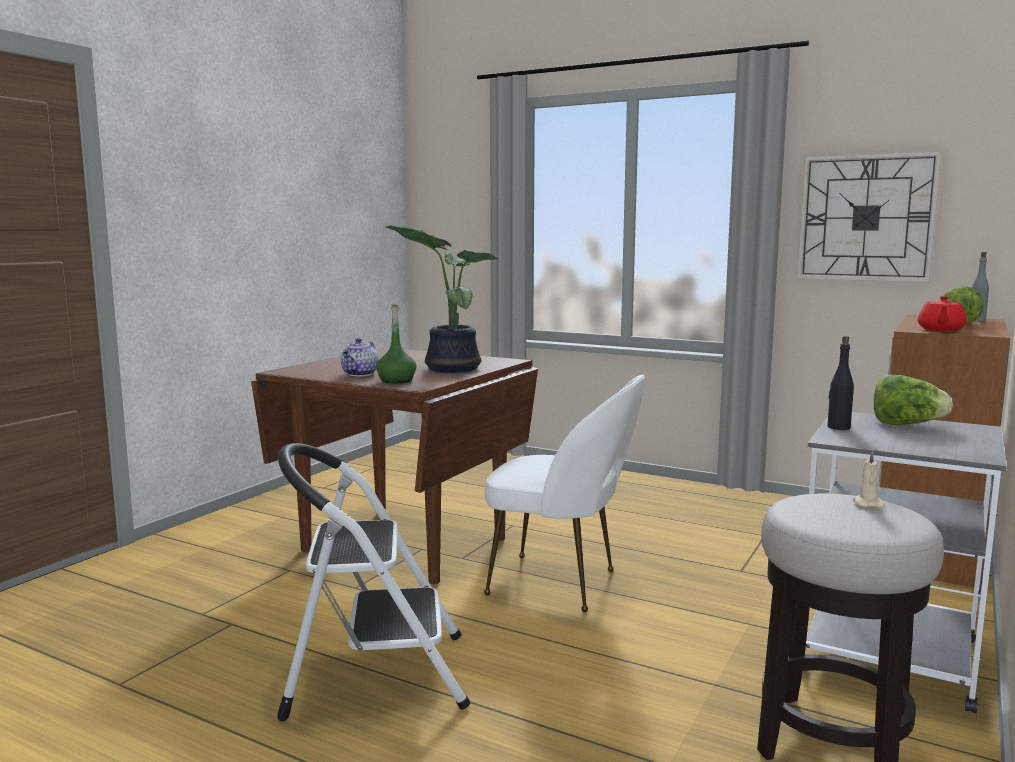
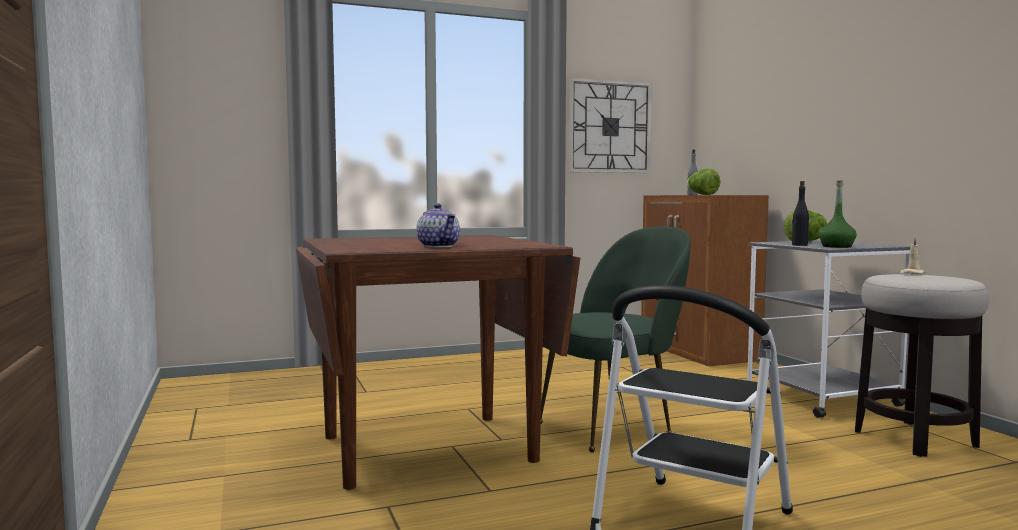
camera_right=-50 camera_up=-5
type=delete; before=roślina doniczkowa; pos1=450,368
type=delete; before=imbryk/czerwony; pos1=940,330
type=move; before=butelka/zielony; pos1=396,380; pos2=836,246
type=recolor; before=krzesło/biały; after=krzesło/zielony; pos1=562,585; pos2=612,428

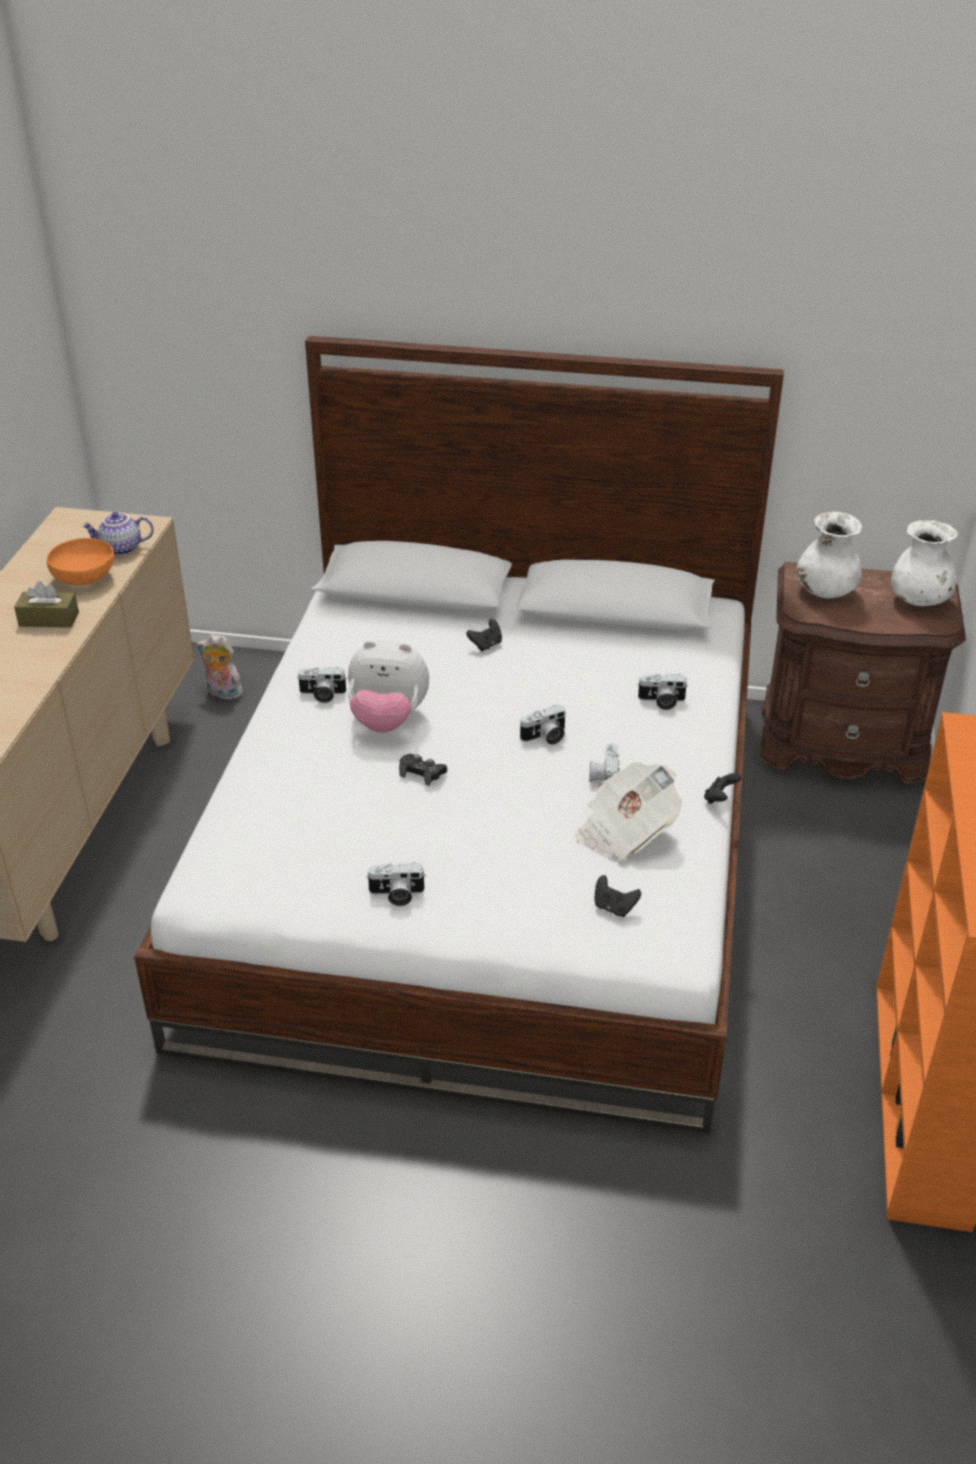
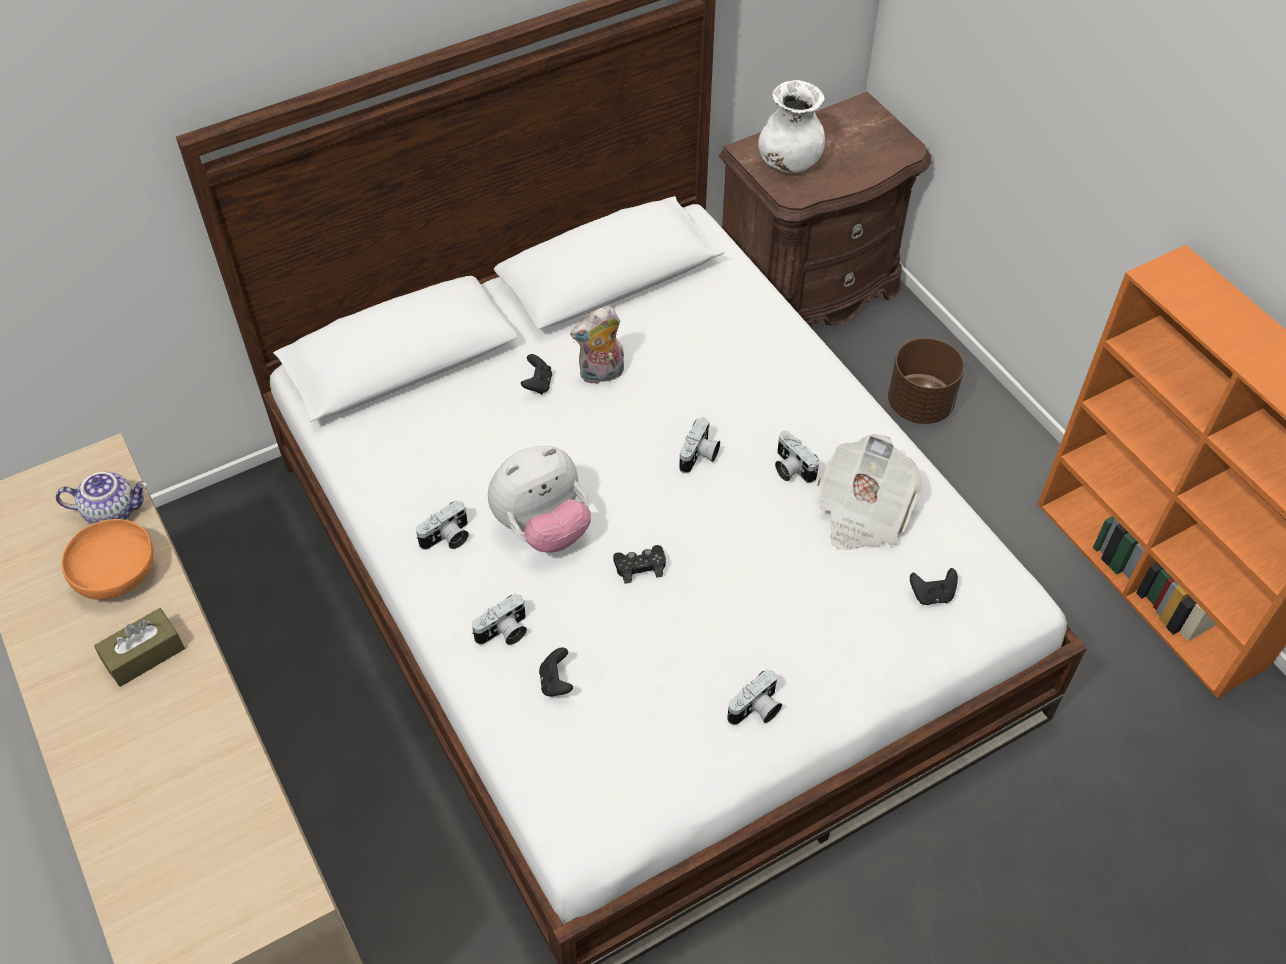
camera_right=-40 camera_up=15
type=rotate; before=imbryk; pos1=121,549; pos2=113,510; turn=-135
type=delete; before=wazon/biały; pos1=919,600
type=move; before=pluszak; pos1=222,693; pos2=601,375
type=move; before=aparat fotograficzny; pos1=661,701; pos2=504,633
type=move; before=pad do gier/czarny; pos1=719,799; pos2=556,682
type=insert; after=donica/brązowy; pos2=920,405

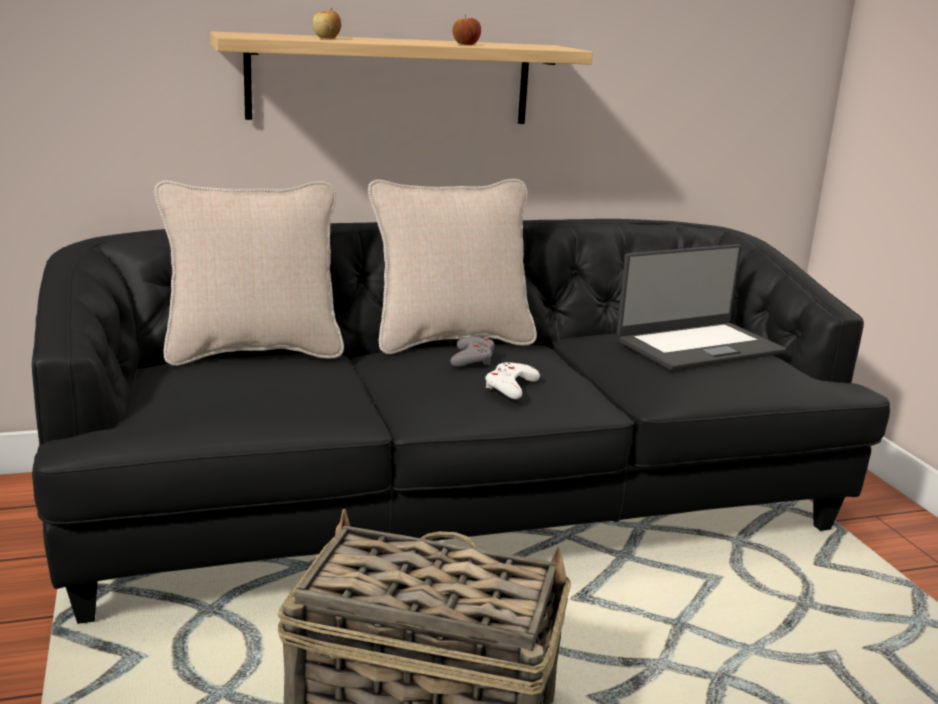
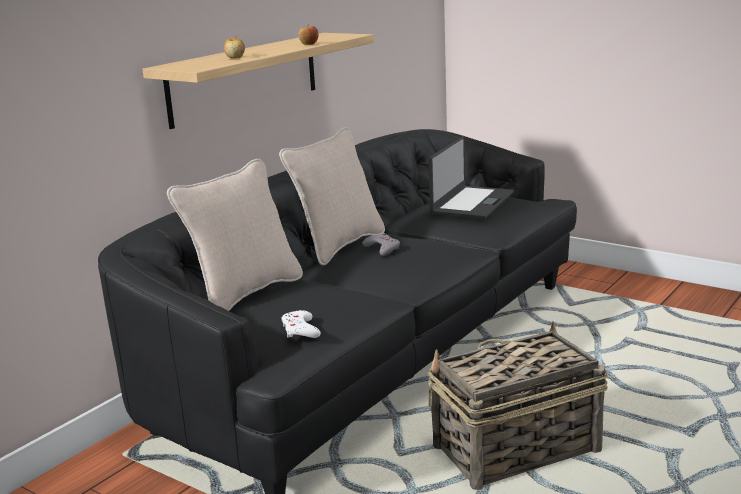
camera_right=-35 camera_up=0
type=move; before=pad do gier/biały; pos1=510,386; pos2=300,330

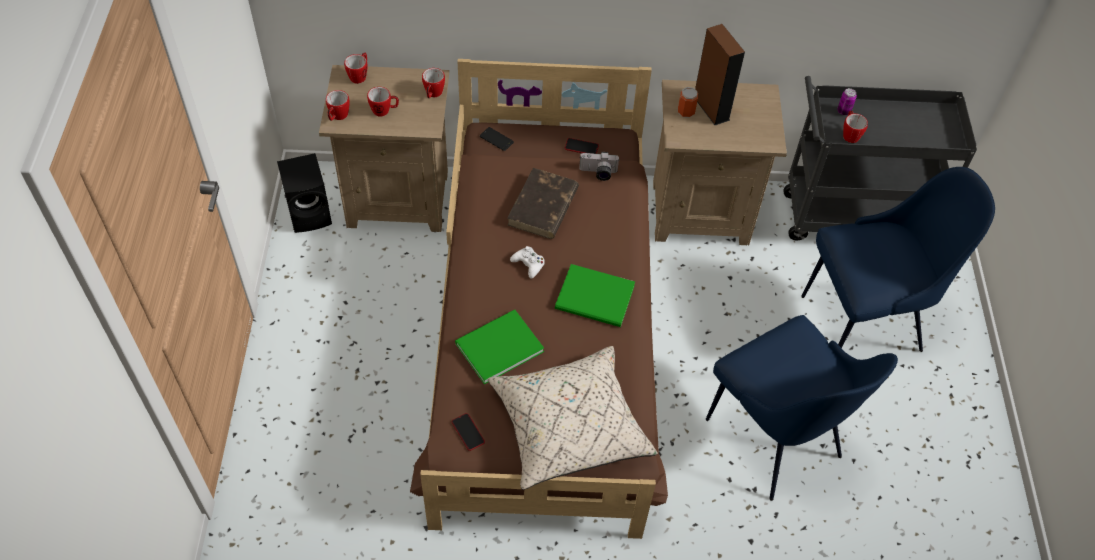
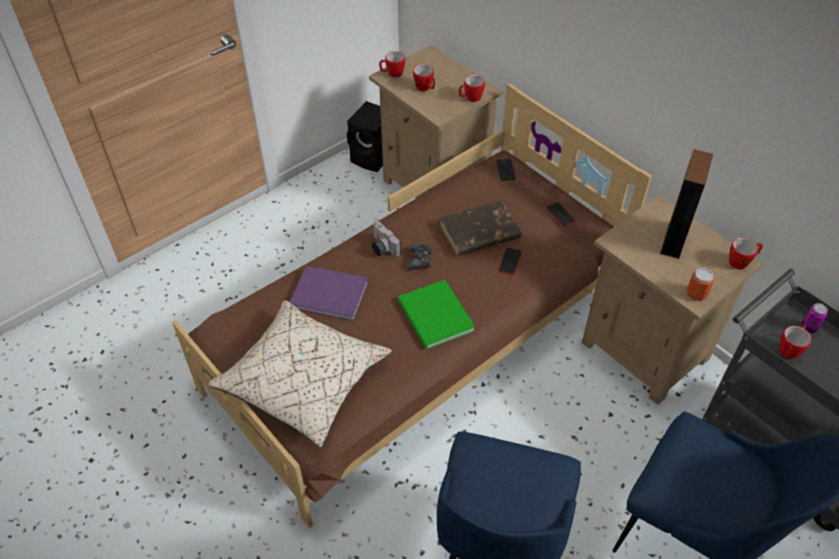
camera_right=50 camera_up=-5
type=move; before=kubek; pos1=359,75; pos2=741,262
type=move; before=puszka; pos1=686,112; pos2=696,294
type=move; before=aparat fotograficzny; pos1=598,173; pos2=382,247
type=recolor; before=pad do gier/biały; after=pad do gier/czarny; pos1=528,264; pos2=419,260
type=recolor; before=książka/zielony; after=książka/fioletowy; pos1=496,347; pos2=328,292
type=move; before=telefon; pos1=468,432; pos2=510,261

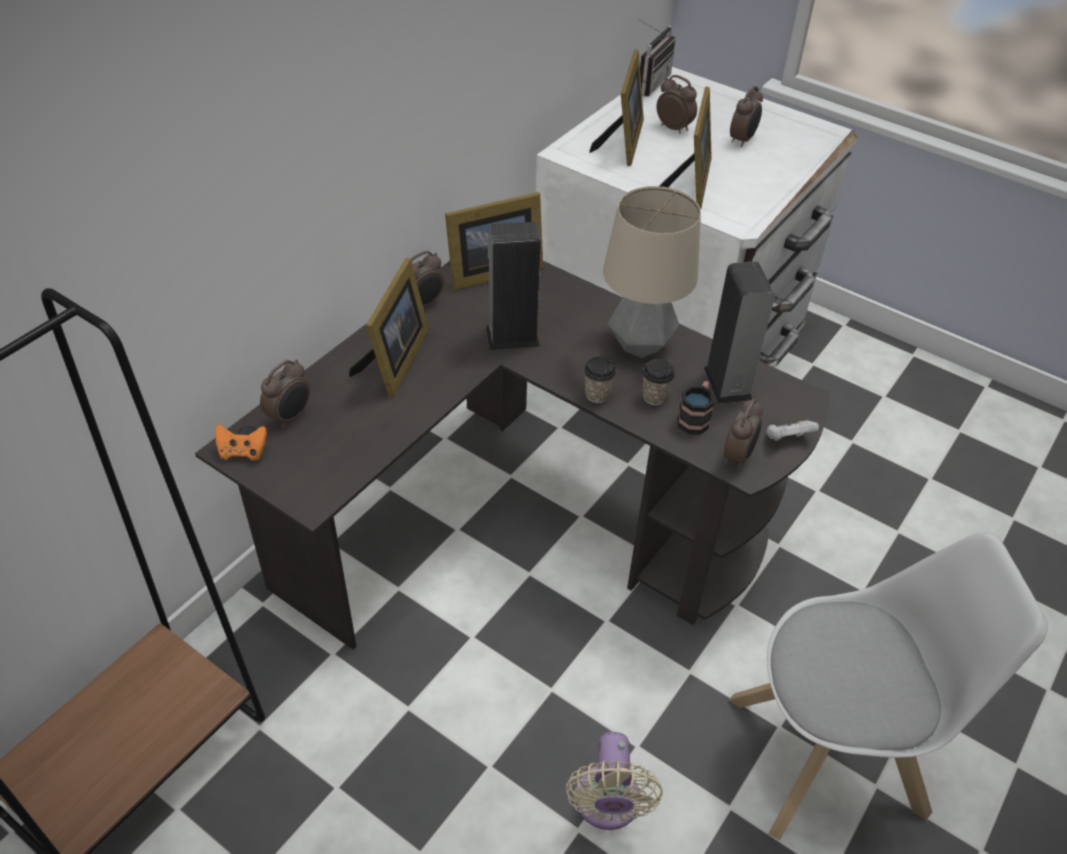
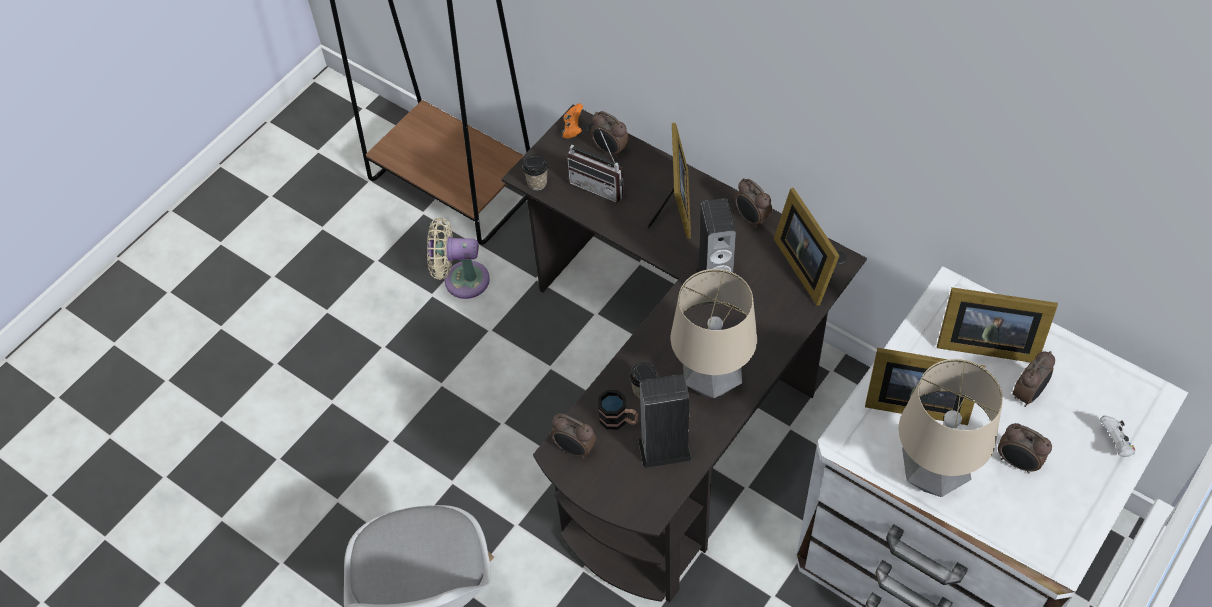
camera_right=95 camera_up=10
type=move; before=radio; pos1=648,83; pos2=600,184
type=rotate; before=ramka na zdjęcie; pos1=395,362; pos2=675,206; turn=-105
type=move; before=filiżanka; pos1=597,394; pos2=537,183
type=move; before=pad do gier/biały; pos1=787,439; pos2=1115,443
type=move; before=wentylator/beżowy; pos1=607,805; pos2=461,280
type=insert; after=lampa stołowa; pos2=932,477

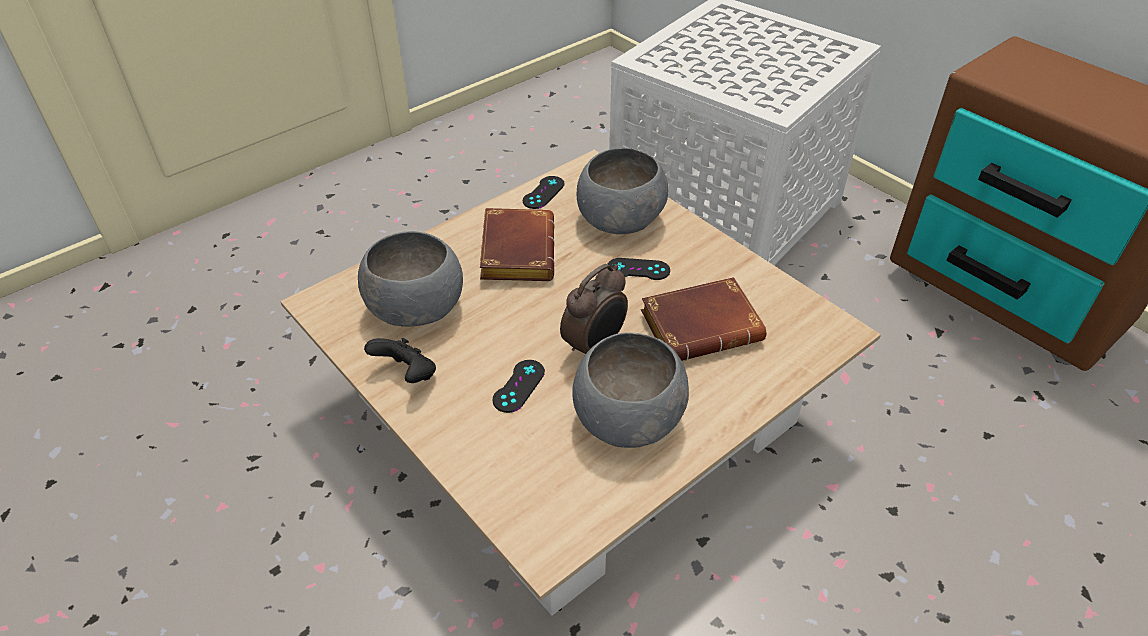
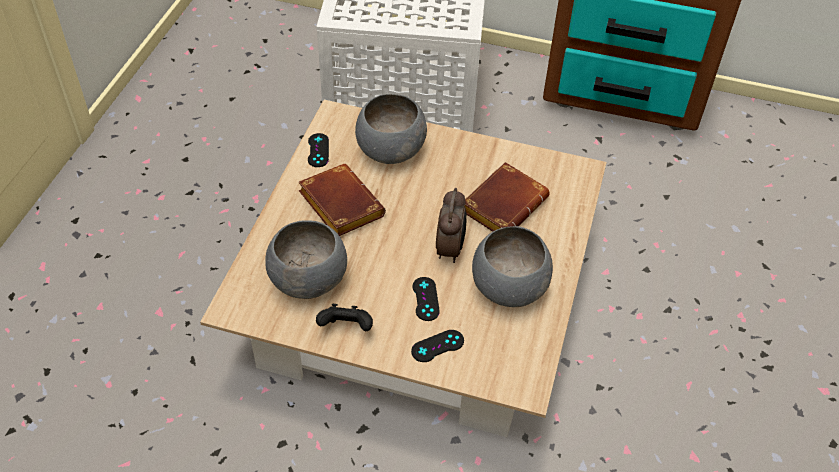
camera_right=-35 camera_up=5
type=move; before=pad do gier/czarny; pos1=638,269; pos2=437,346

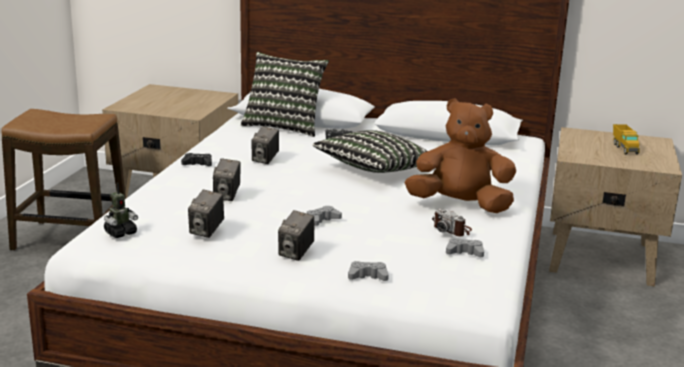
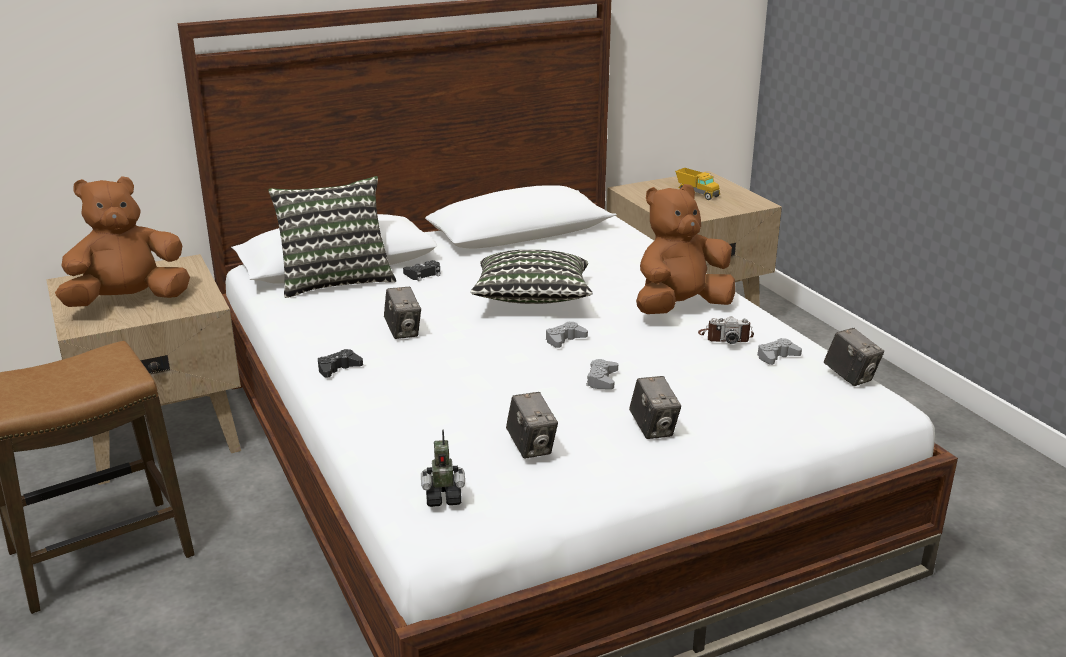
camera_right=-40 camera_up=5
type=move; before=aparat fotograficzny; pos1=227,196; pos2=850,377
type=rotate; before=robot zabawkowy; pos1=120,233; pos2=443,497; turn=75
type=move; before=pad do gier/szary; pos1=368,276; pos2=564,340
type=insert; after=pluszak/brązowy; pos2=128,301

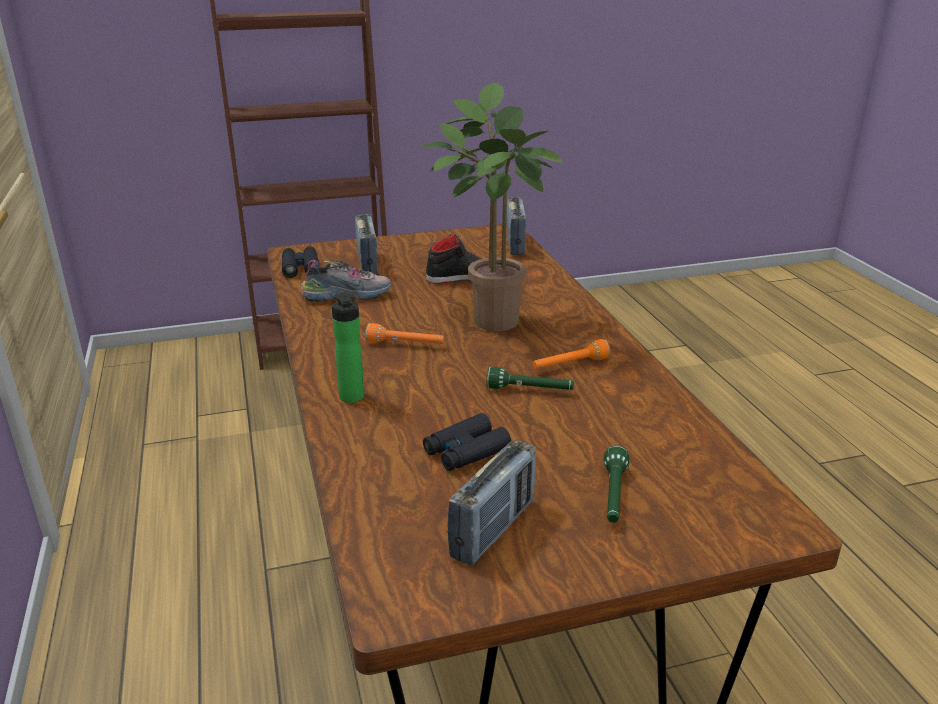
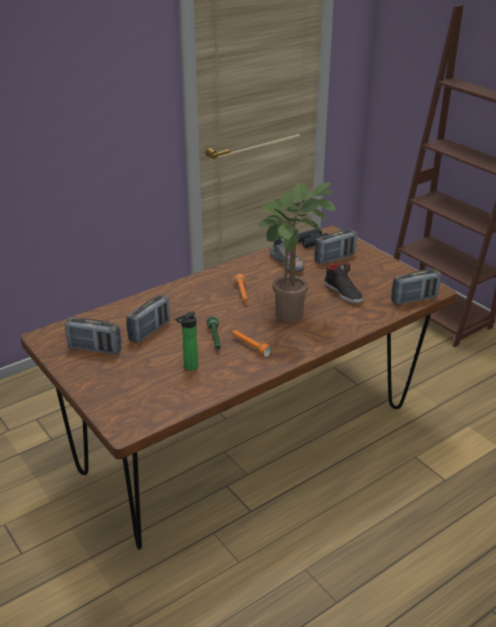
camera_right=70 camera_up=5
type=move; before=butelka; pos1=352,398; pos2=189,367
type=replace; before=lornetka/czarny; after=radio; pos1=466,451; pos2=149,331
type=delete; before=latarka/zielony; pos1=613,496

